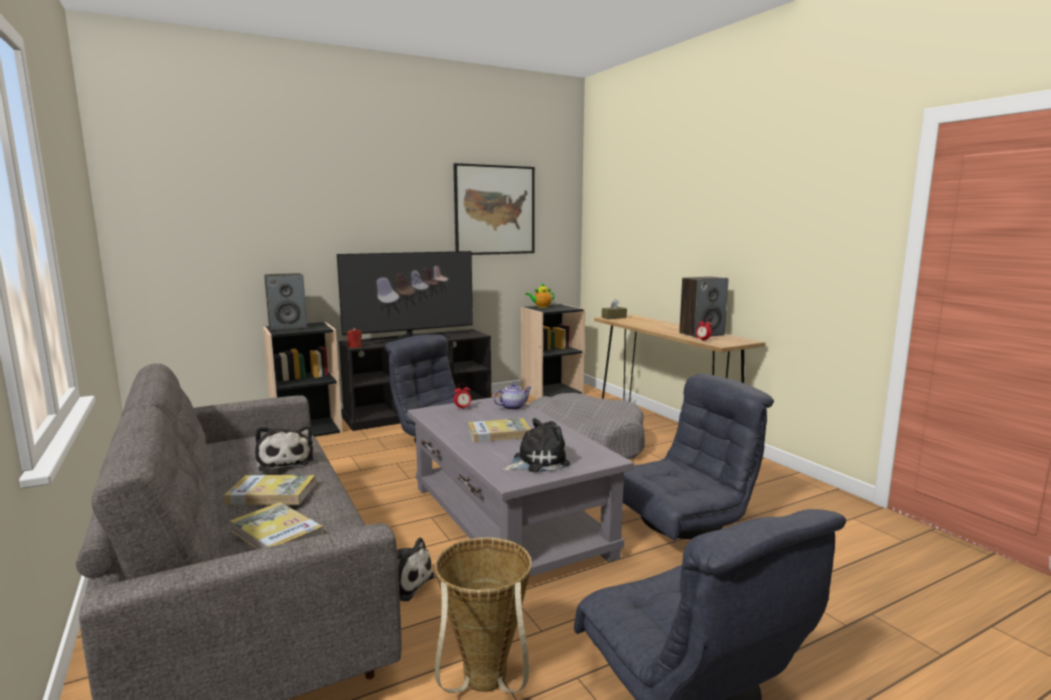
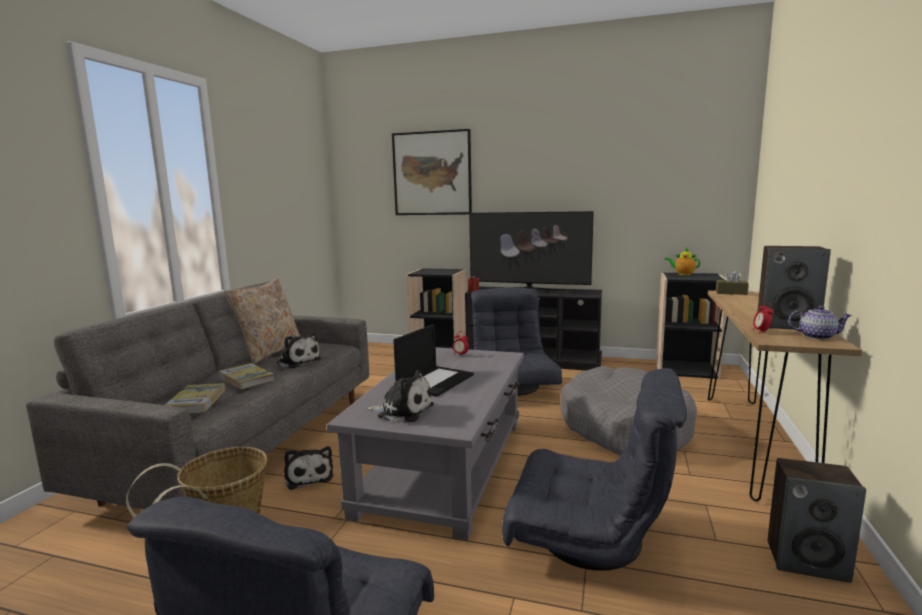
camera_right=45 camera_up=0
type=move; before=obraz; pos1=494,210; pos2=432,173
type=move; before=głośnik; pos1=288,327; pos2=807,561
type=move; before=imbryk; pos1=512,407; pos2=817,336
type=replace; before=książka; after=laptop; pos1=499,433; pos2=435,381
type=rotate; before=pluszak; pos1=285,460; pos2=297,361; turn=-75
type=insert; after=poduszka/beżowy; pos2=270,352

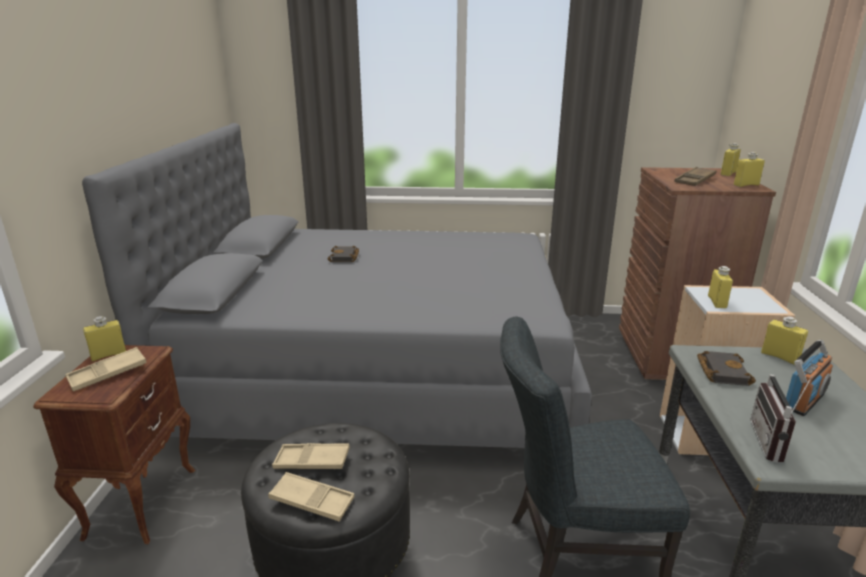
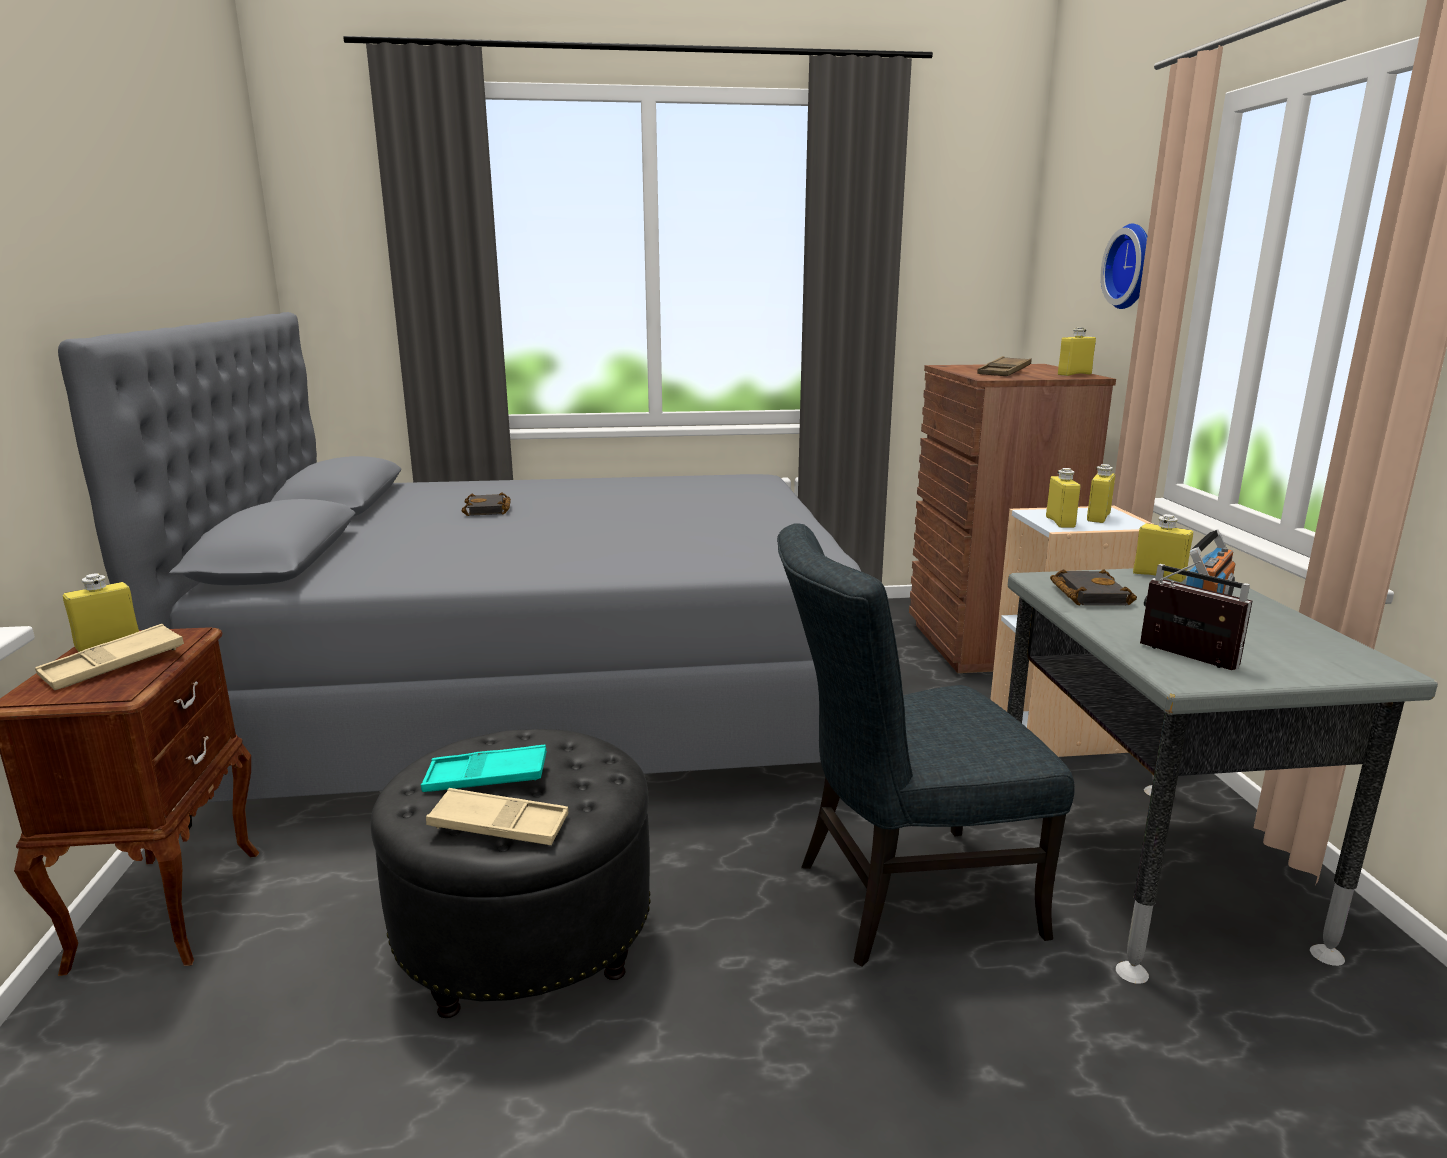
camera_right=-10 camera_up=-5
type=move; before=butelka/żółty; pos1=728,173; pos2=1098,518
type=rotate; before=radio; pos1=775,444; pos2=1181,659; turn=135
type=recolor; before=taca/beżowy; after=taca/turkusowy; pos1=312,461; pos2=486,777
type=insert; after=zegar ścienny; pos2=1133,266

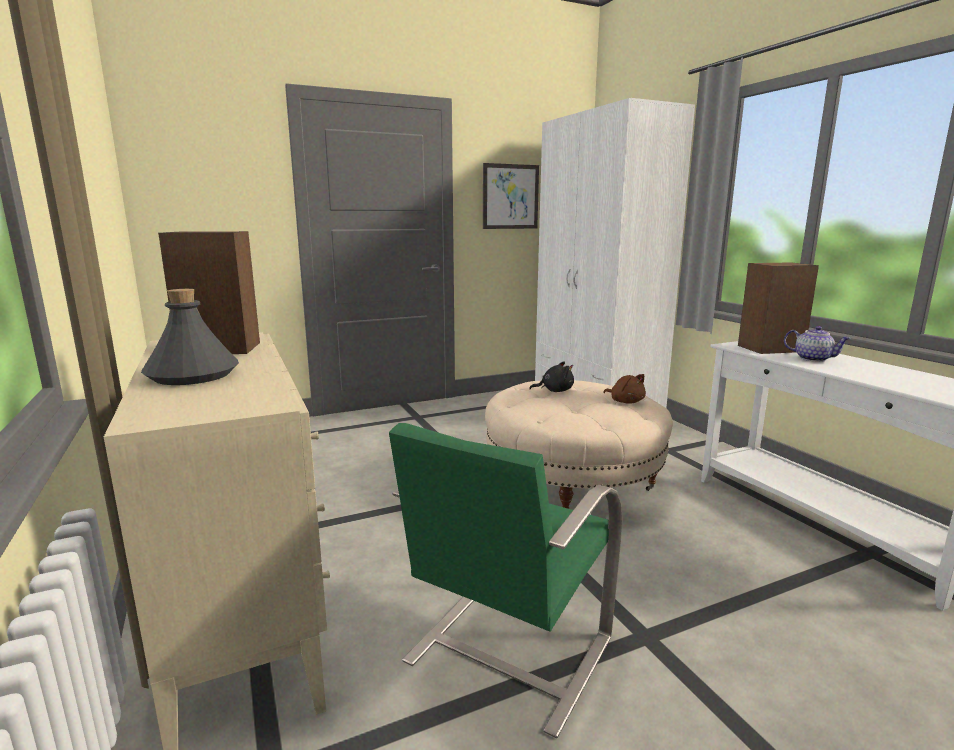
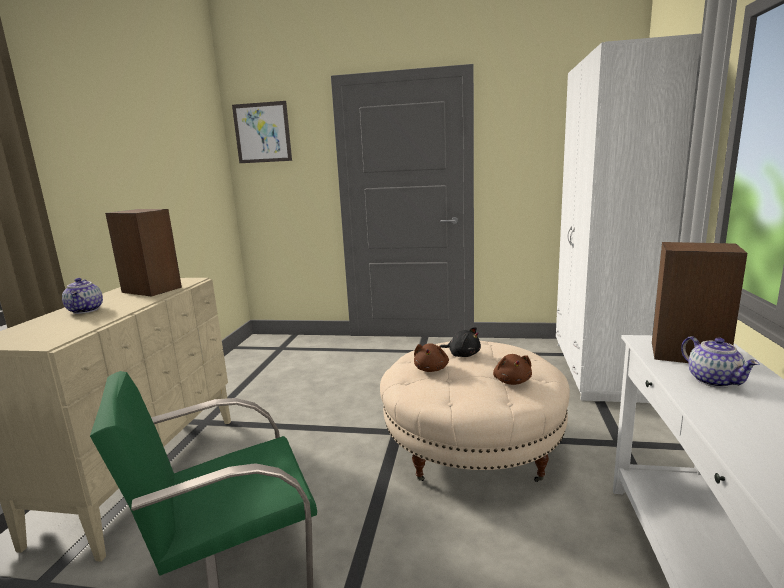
camera_right=35 camera_up=0
type=move; before=obraz; pos1=510,196; pos2=262,132
type=replace; before=butelka/szary; after=imbryk; pos1=193,375; pos2=86,310
type=insert; after=pluszak/brązowy; pos2=431,369

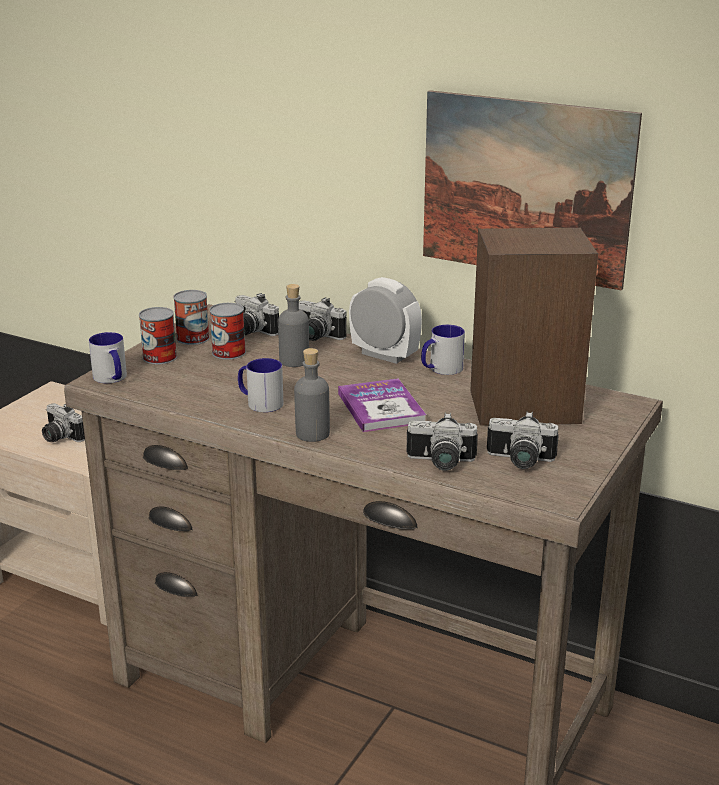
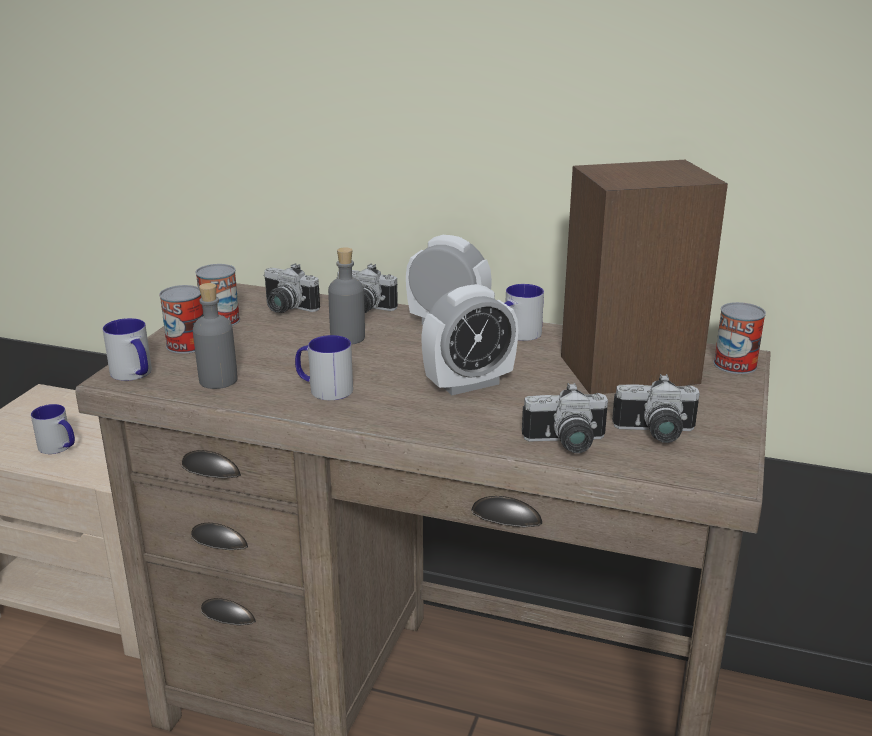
camera_right=-10 camera_up=0
type=delete; before=obraz; pos1=525,188
type=move; before=puszka; pos1=228,352; pos2=735,364
type=move; before=butelka/szary; pos1=312,434; pos2=218,380
type=replace; before=książka; after=budzik; pos1=381,408; pos2=469,384
type=replace; before=aparat fotograficzny; after=kubek; pos1=59,437; pos2=59,447

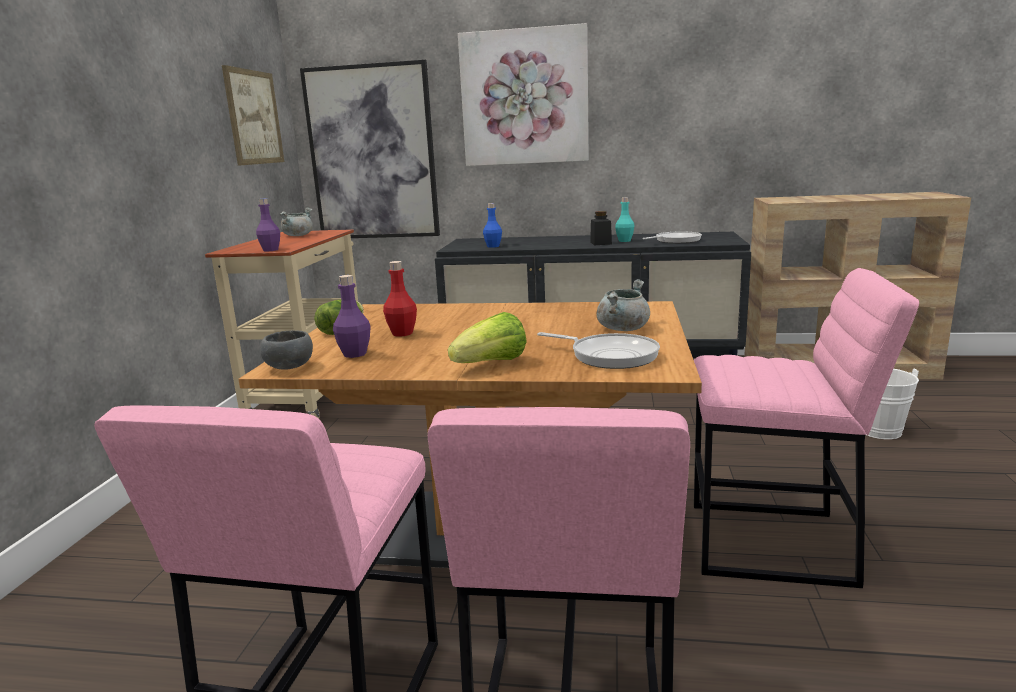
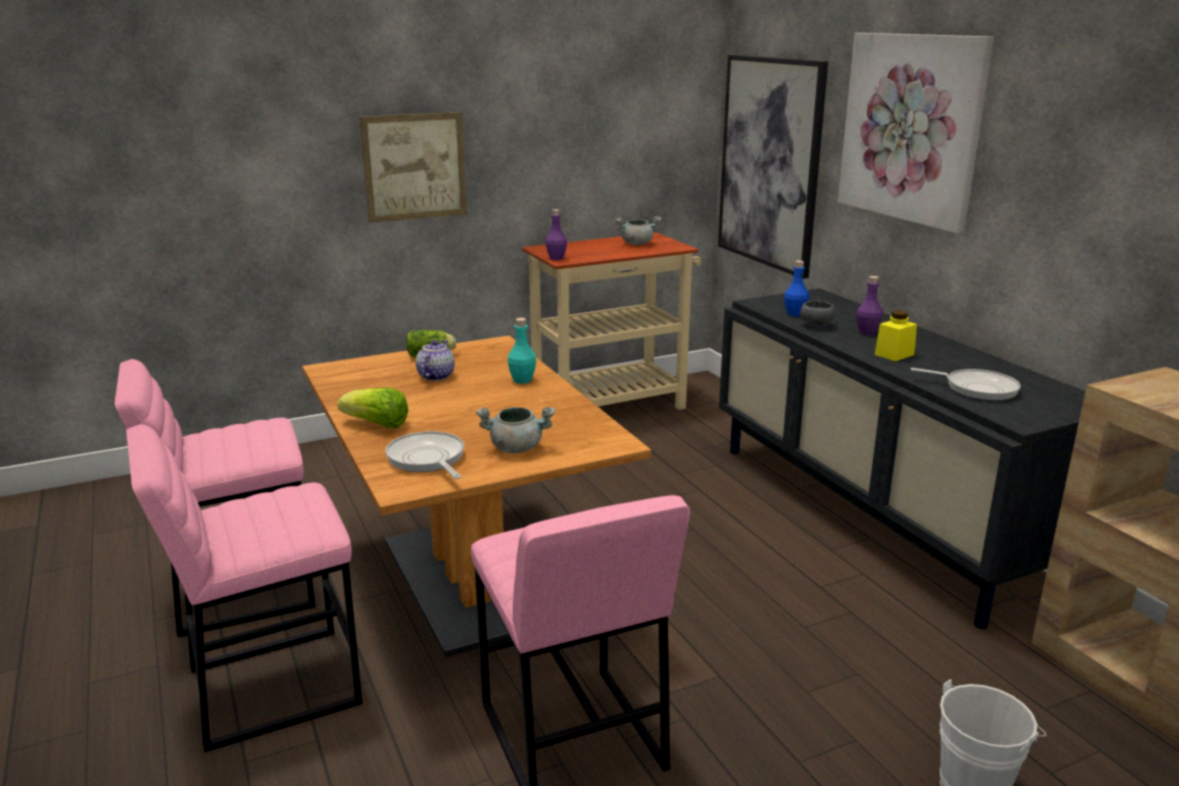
camera_right=55 camera_up=5
type=move; before=obraz; pos1=254,117; pos2=414,166
type=move; before=butelka/turkusowy; pos1=624,241; pos2=522,380
type=recolor; before=słoik/czarny; after=słoik/żółty; pos1=600,243; pos2=894,354
type=replace; before=butelka/czerwony; after=imbryk; pos1=402,333; pos2=435,376
type=move; before=butelka/fioletowy; pos1=354,354; pos2=867,332
type=move; before=miska/szary; pos1=291,367; pos2=816,325
type=rotate; before=patelnia; pos1=609,355; pos2=427,459; turn=150

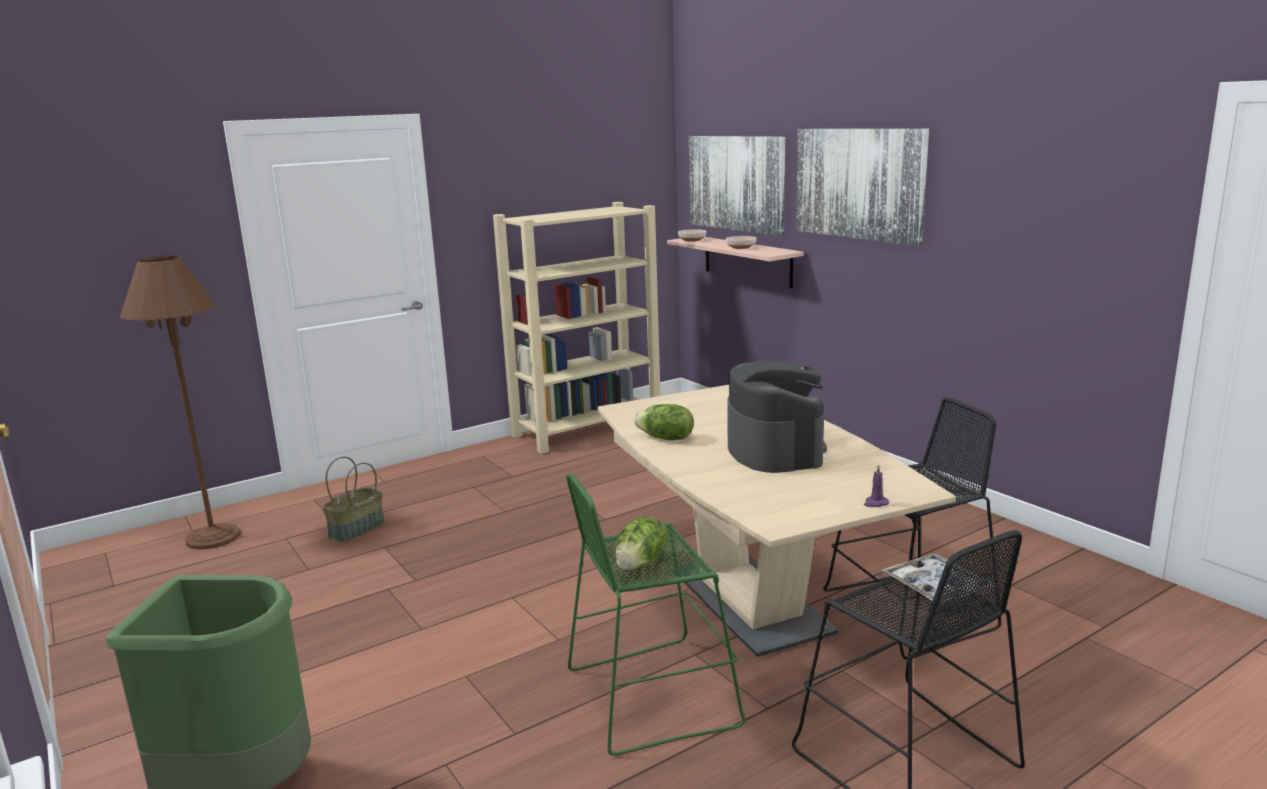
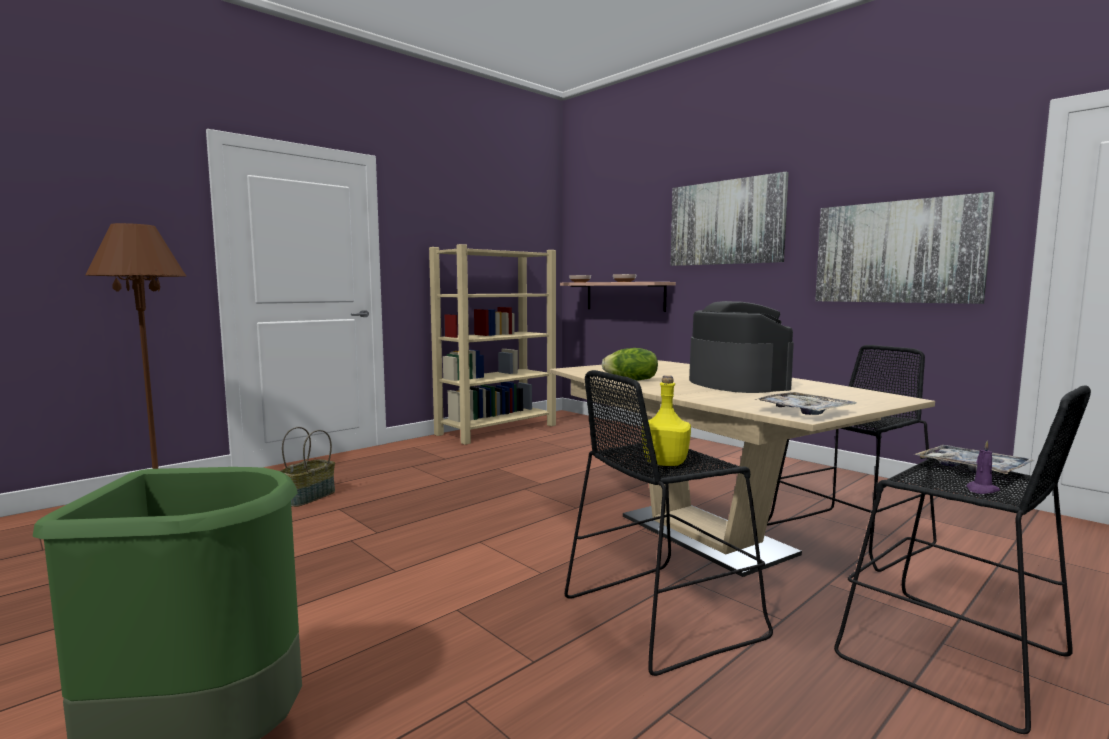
camera_right=-10 camera_up=-10
type=move; before=obraz; pos1=736,183; pos2=897,252
type=move; before=świeca/fioletowy; pos1=875,503; pos2=981,490
type=recolor; before=stołek/zielony; after=stołek/czarny; pos1=653,694; pos2=662,614
type=replace; before=sałata; after=butelka/żółty; pos1=641,563; pos2=666,463
type=insert; after=taca; pos2=804,411

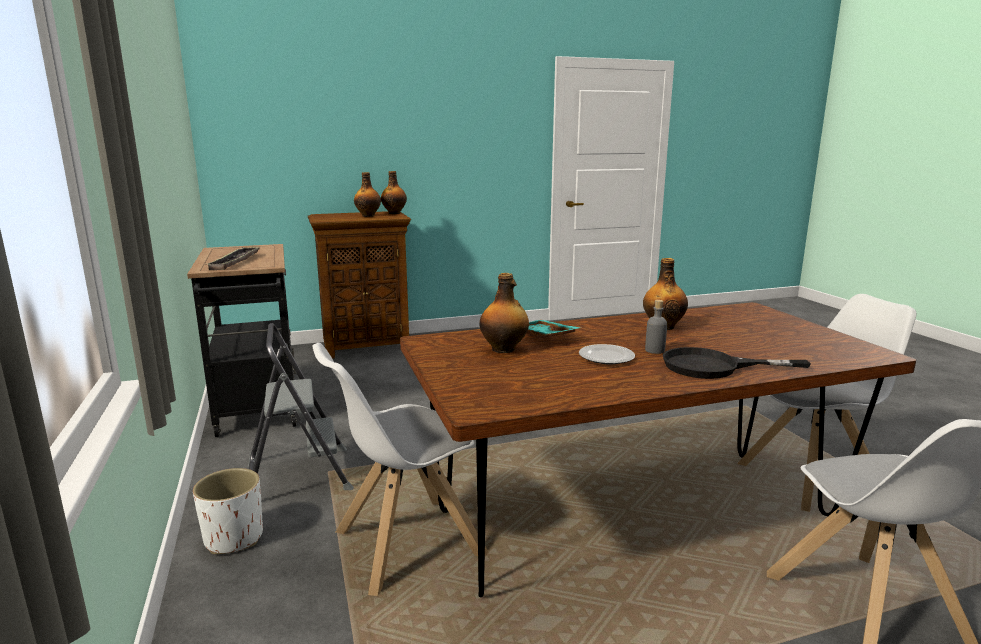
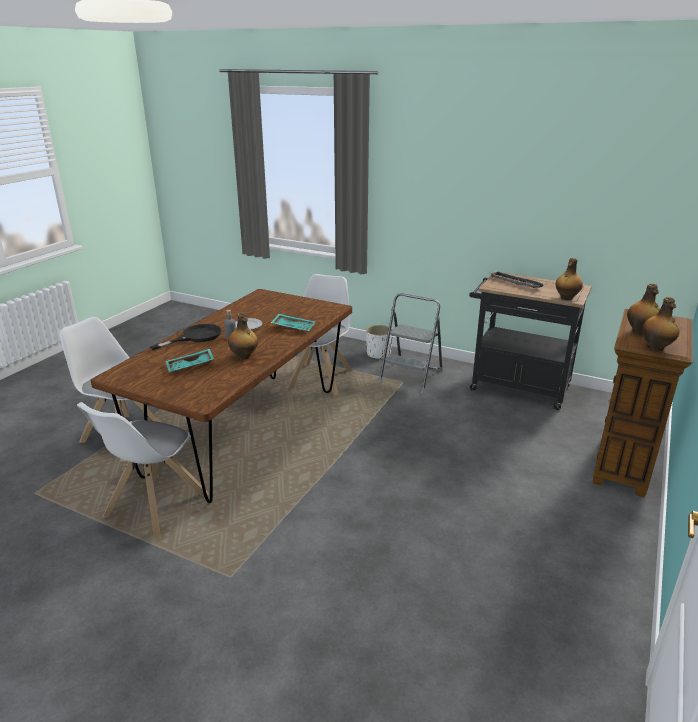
camera_right=135 camera_up=10
type=move; before=butelka; pos1=504,349; pos2=566,298
type=insert; after=taca/turkusowy; pos2=190,366

